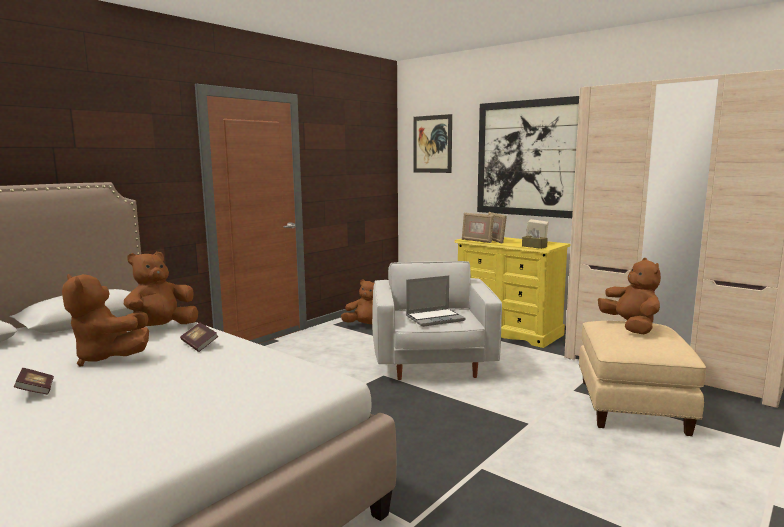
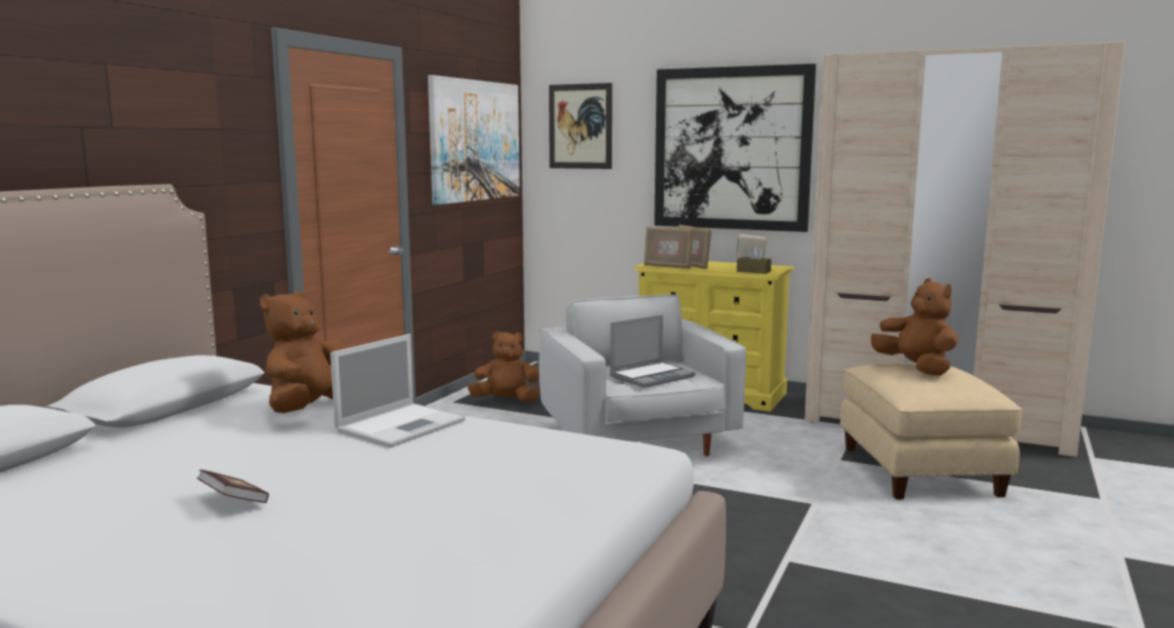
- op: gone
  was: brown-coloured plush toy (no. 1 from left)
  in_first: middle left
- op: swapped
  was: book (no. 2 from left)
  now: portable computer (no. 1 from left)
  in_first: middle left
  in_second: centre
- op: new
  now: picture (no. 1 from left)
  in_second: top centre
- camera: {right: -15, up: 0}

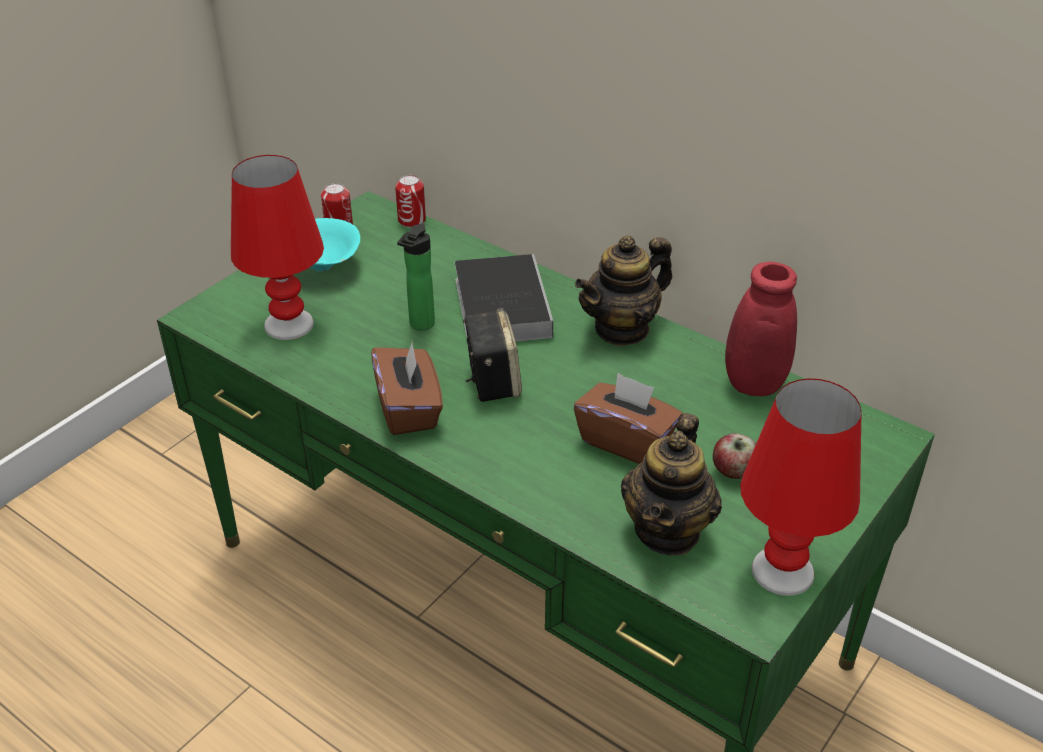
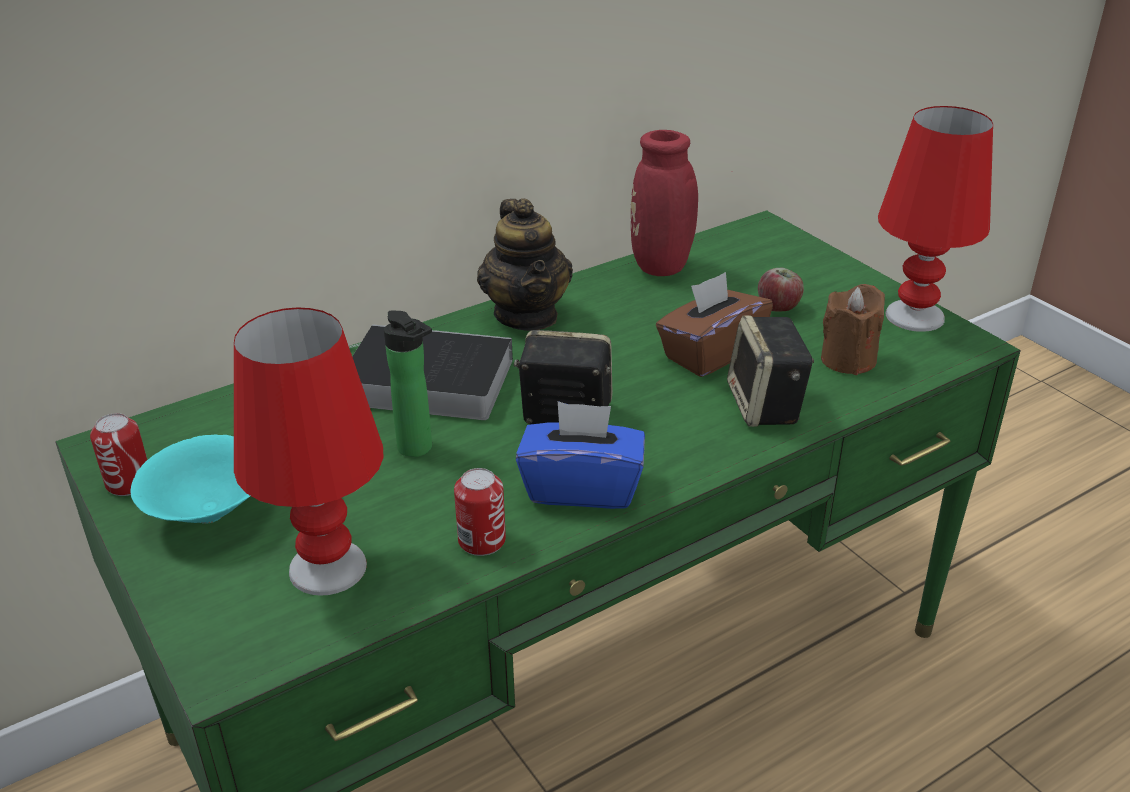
- op: shifted
  was: can (no. 2 from left)
  in_first: top centre
  in_second: centre
- op: repainted
  was: brown-coloured tissue holder (no. 1 from left)
  now: bluish tissue holder
  in_first: centre
  in_second: centre
- op: swapped
  was: teapot (no. 2 from left)
  now: brown-coloured candle
  in_first: centre
  in_second: middle right
- op: new
  now: loudspeaker (no. 2 from left)
  in_second: middle right
- camera: {right: -70, up: -5}

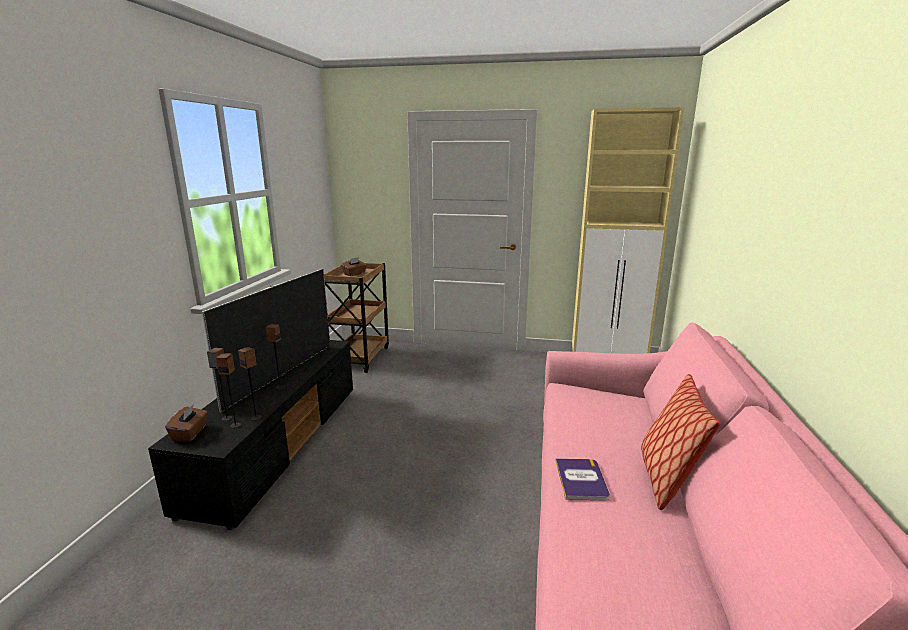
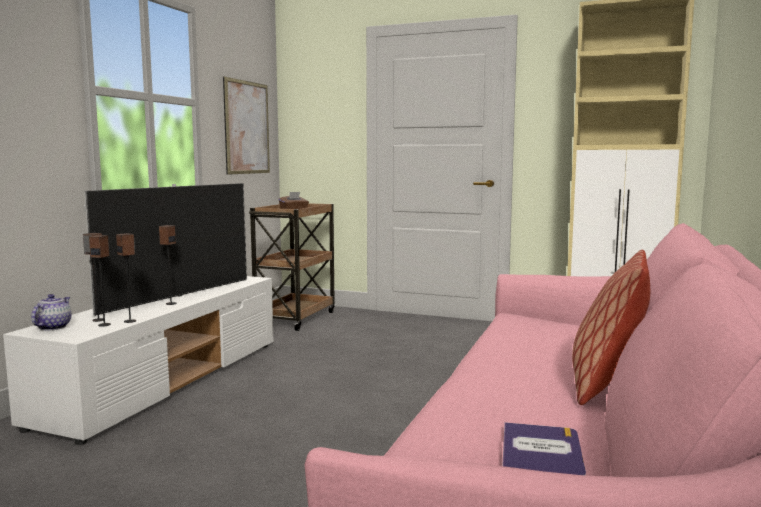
- op: repainted
  was: blackish tv unit
  now: white-coloured tv unit
  in_first: bottom left
  in_second: bottom left
- op: swapped
  was: brown-coloured tissue holder (no. 1 from left)
  now: teapot
  in_first: bottom left
  in_second: middle left
- op: shifted
  was: book
  in_first: bottom centre
  in_second: bottom right
- op: new
  now: picture
  in_second: top left
- camera: {right: 10, up: -10}

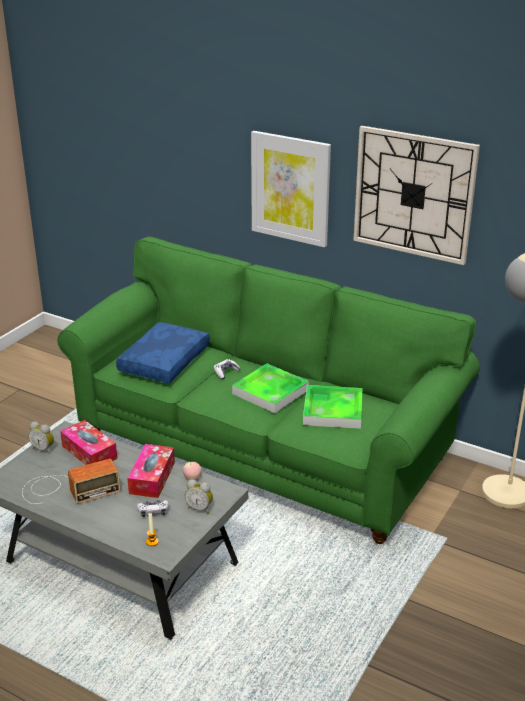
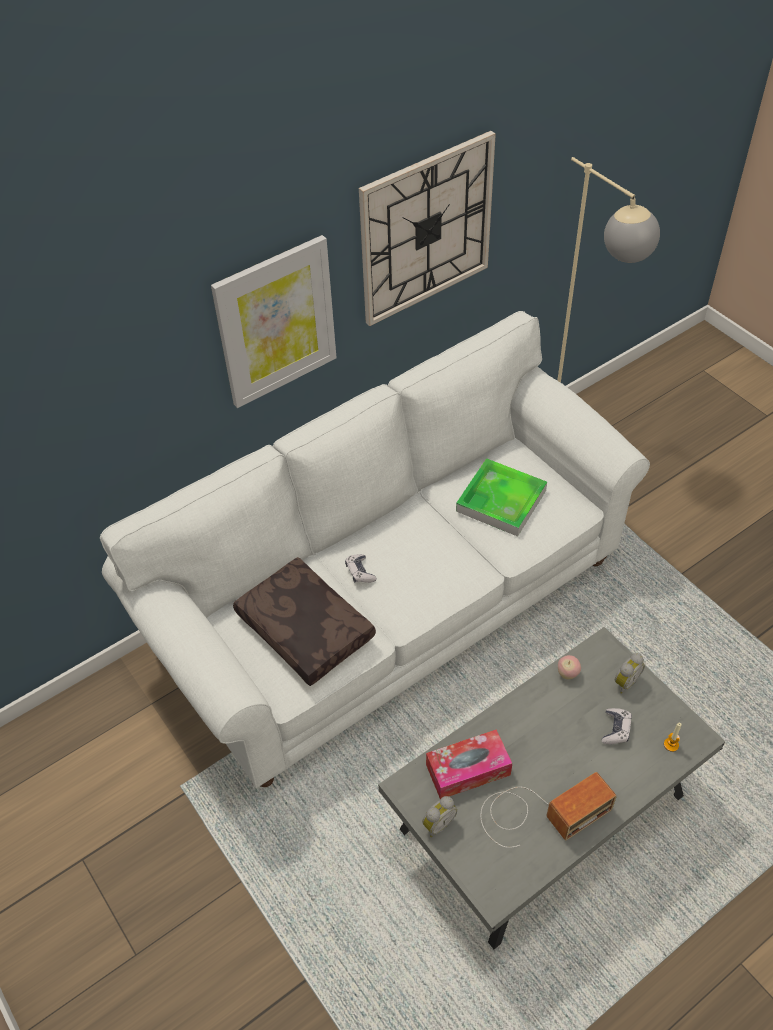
- op: repainted
  was: green-coloured settee
  now: white-coloured settee
  in_first: centre
  in_second: centre
- op: repainted
  was: bluish cushion
  now: brown-coloured cushion
  in_first: middle left
  in_second: centre
- op: gone
  was: serving tray (no. 1 from left)
  in_first: centre
- op: gone
  was: tissue holder (no. 2 from left)
  in_first: bottom left
- op: rotated
  was: radio
  in_first: bottom left
  in_second: bottom right
  clockwise: 60
- camera: {right: -65, up: 20}

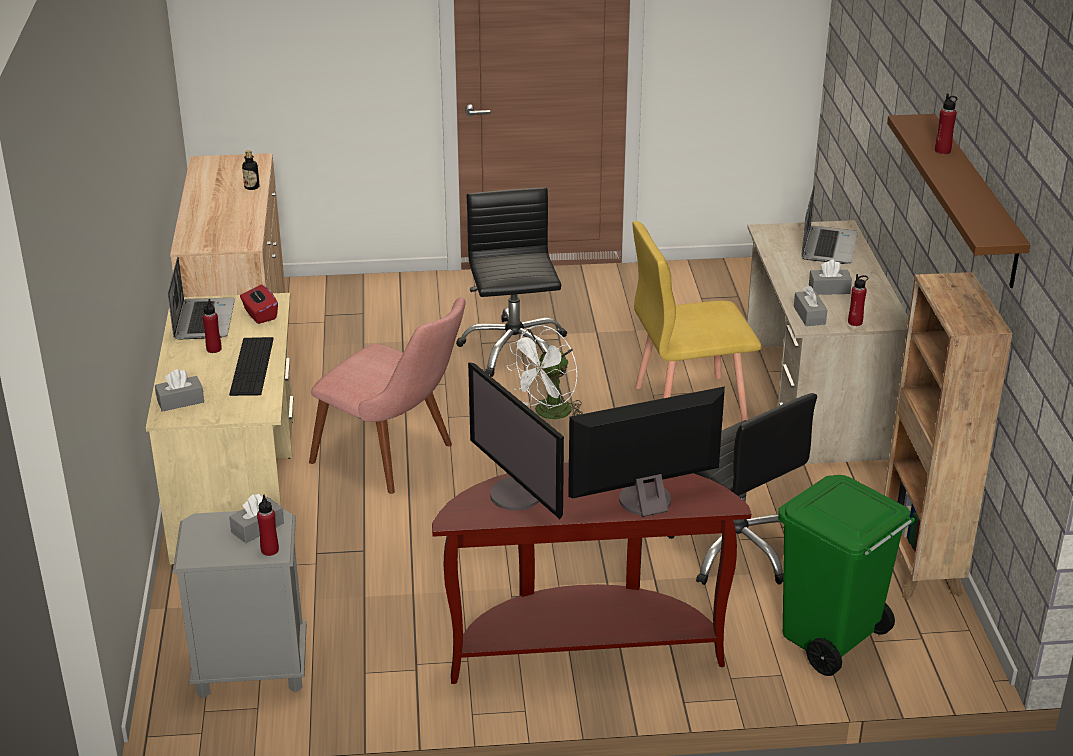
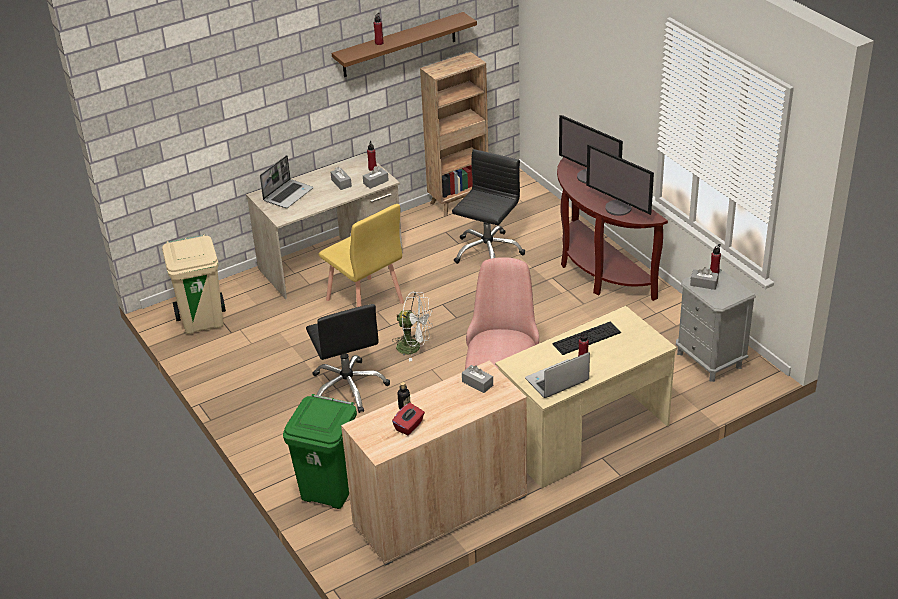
- op: rotated
  was: portable computer (no. 2 from left in the first image)
  in_first: top right
  in_second: top left
  clockwise: 135
- op: rotated
  was: blackish office chair (no. 1 from left)
  in_first: centre
  in_second: centre
  clockwise: -75
- op: shifted
  was: reddish tissue holder
  in_first: middle left
  in_second: bottom centre
- op: rotated
  was: computer display (no. 1 from left in the first image)
  in_first: centre
  in_second: top right
  clockwise: 105
- op: shifted
  was: grey tissue holder (no. 1 from left in the first image)
  now: grey tissue holder (no. 3 from left)
  in_first: middle left
  in_second: centre
- op: shifted
  was: green-coloured trash can
  in_first: bottom right
  in_second: bottom centre
- op: new
  now: sand-coloured trash can
  in_second: middle left
- camera: {right: -115, up: 5}

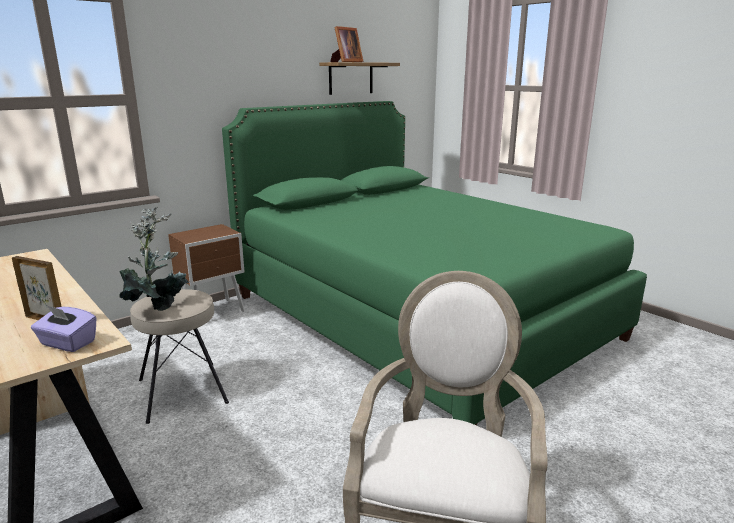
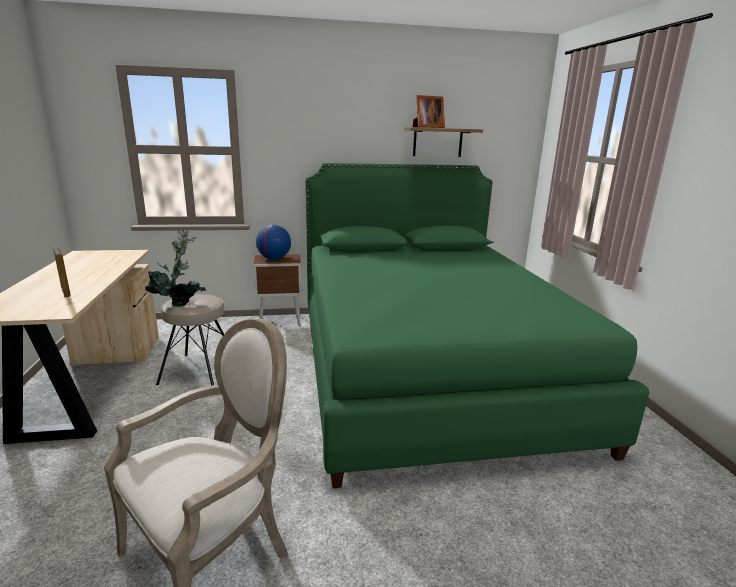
- op: gone
  was: purple-coloured tissue holder
  in_first: middle left
- op: new
  now: desk globe
  in_second: centre
- camera: {right: 30, up: 0}

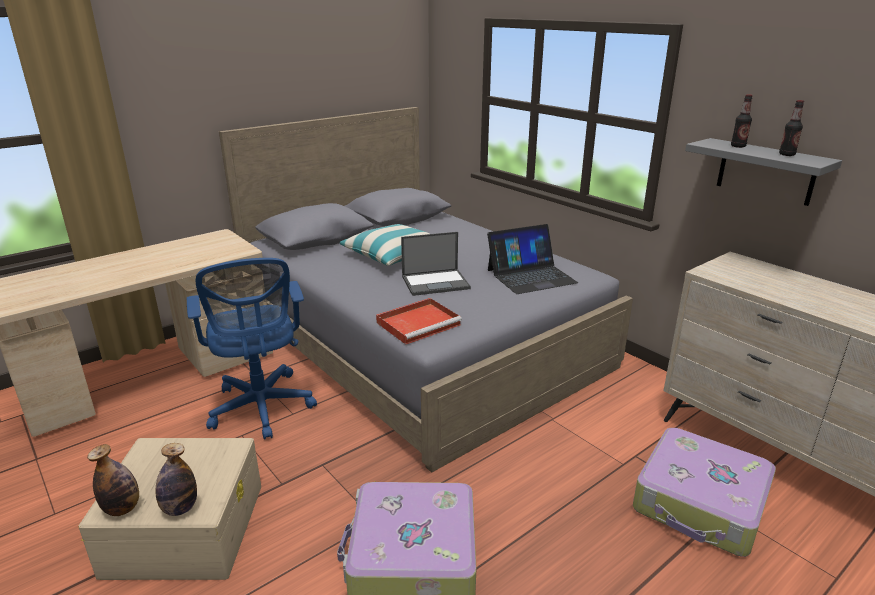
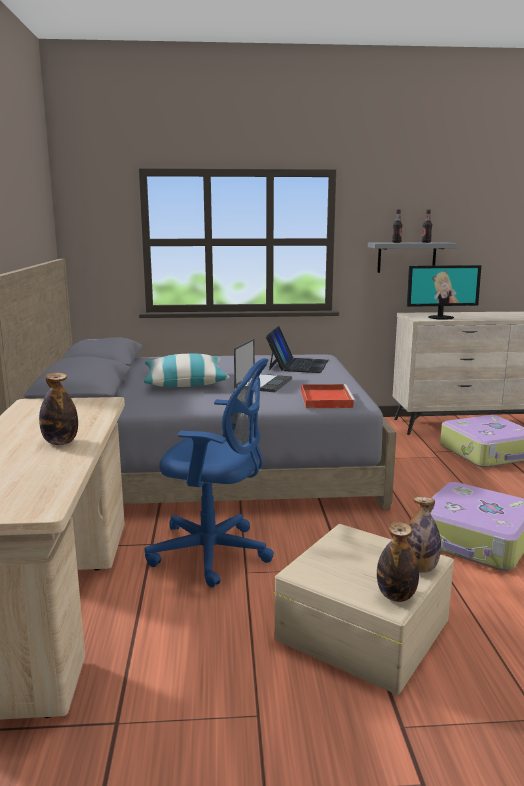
- op: new
  now: computer display
  in_second: middle right
- op: new
  now: drink bottle (no. 1 from left)
  in_second: middle left
- camera: {right: -55, up: -10}

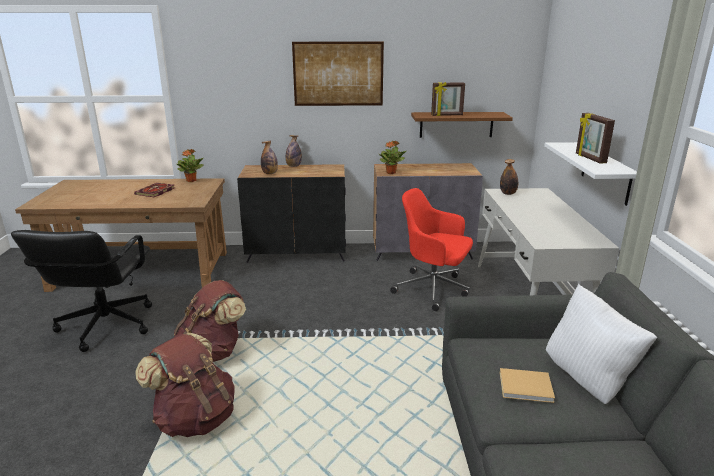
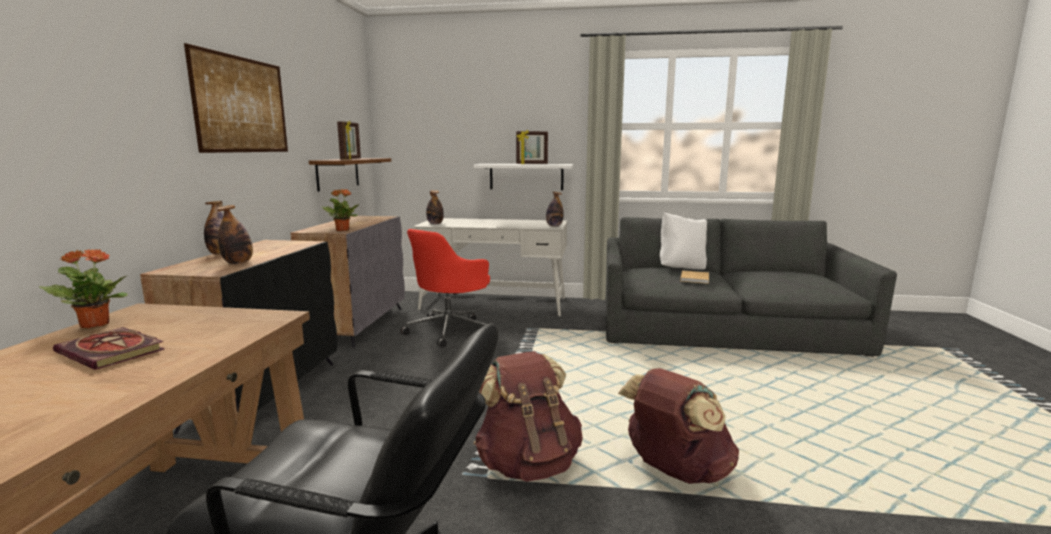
- op: new
  now: drink bottle (no. 4 from left)
  in_second: centre
- camera: {right: -80, up: -10}

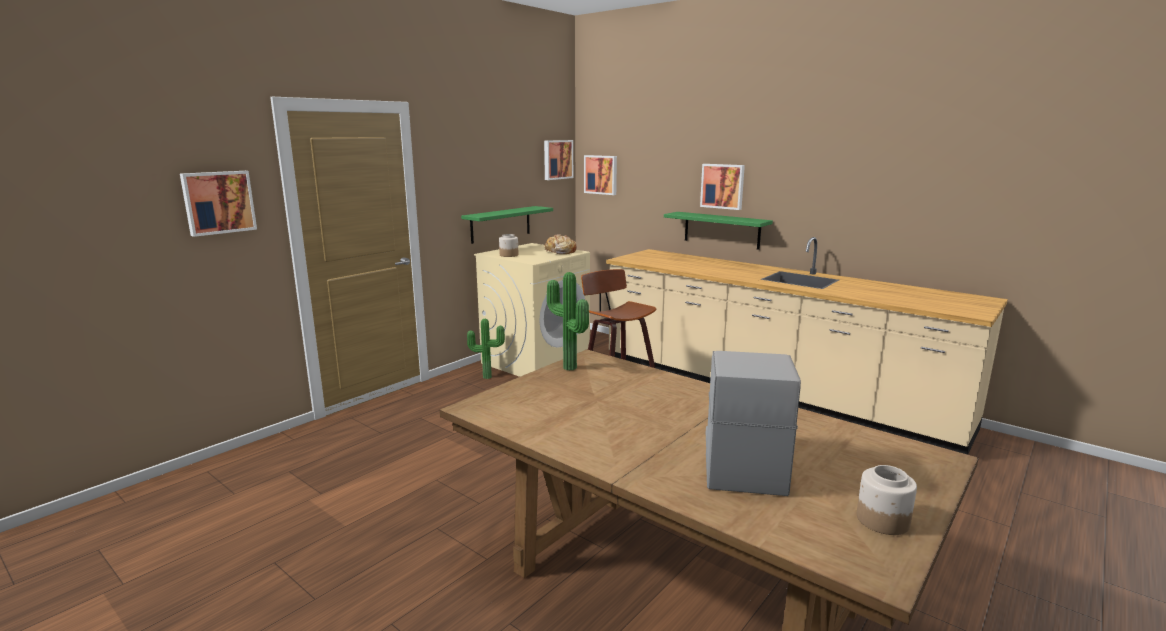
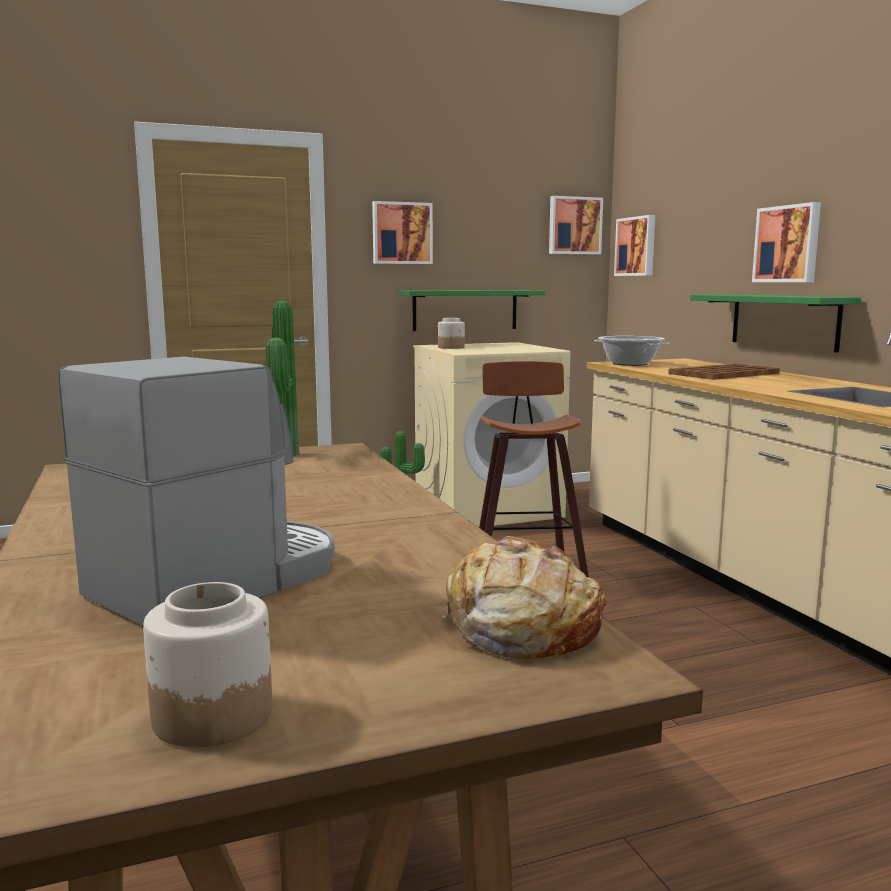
- op: shifted
  was: picture (no. 1 from left)
  in_first: top left
  in_second: top centre
- op: shifted
  was: bread
  in_first: centre
  in_second: bottom centre
- op: new
  now: cooking pot
  in_second: middle right
- op: new
  now: brown-coloured serving tray
  in_second: middle right
- camera: {right: 30, up: -5}

